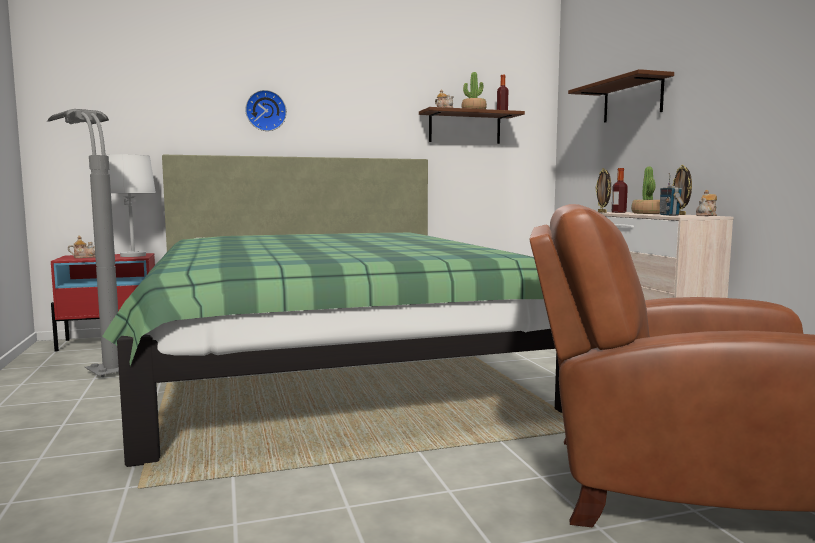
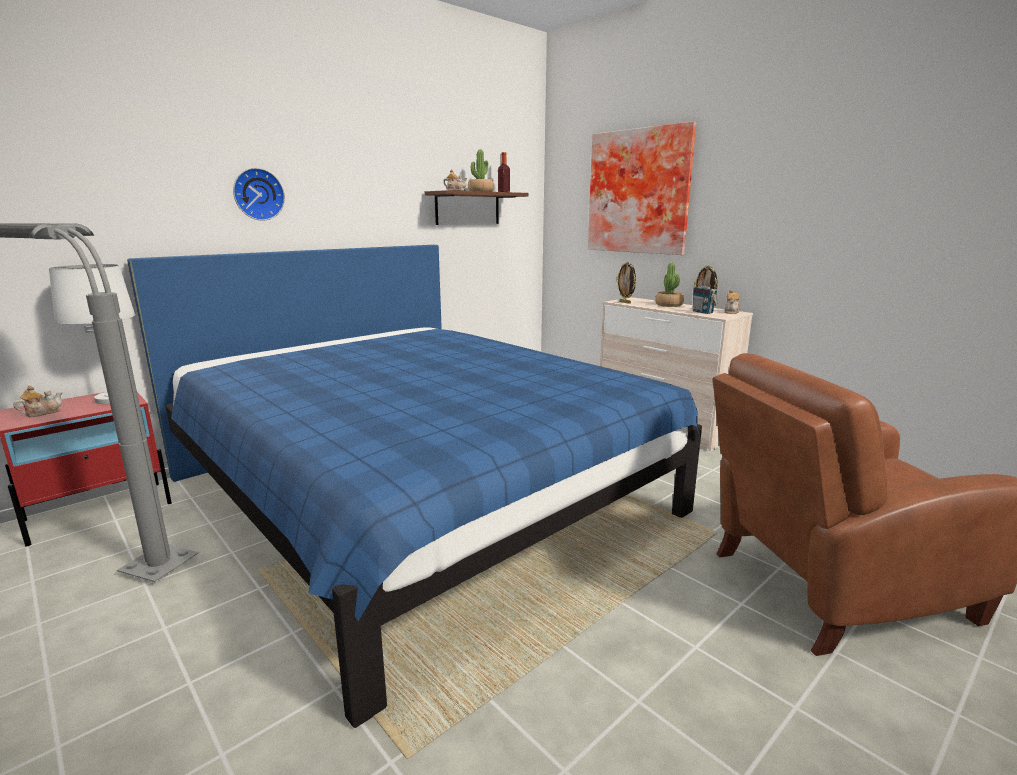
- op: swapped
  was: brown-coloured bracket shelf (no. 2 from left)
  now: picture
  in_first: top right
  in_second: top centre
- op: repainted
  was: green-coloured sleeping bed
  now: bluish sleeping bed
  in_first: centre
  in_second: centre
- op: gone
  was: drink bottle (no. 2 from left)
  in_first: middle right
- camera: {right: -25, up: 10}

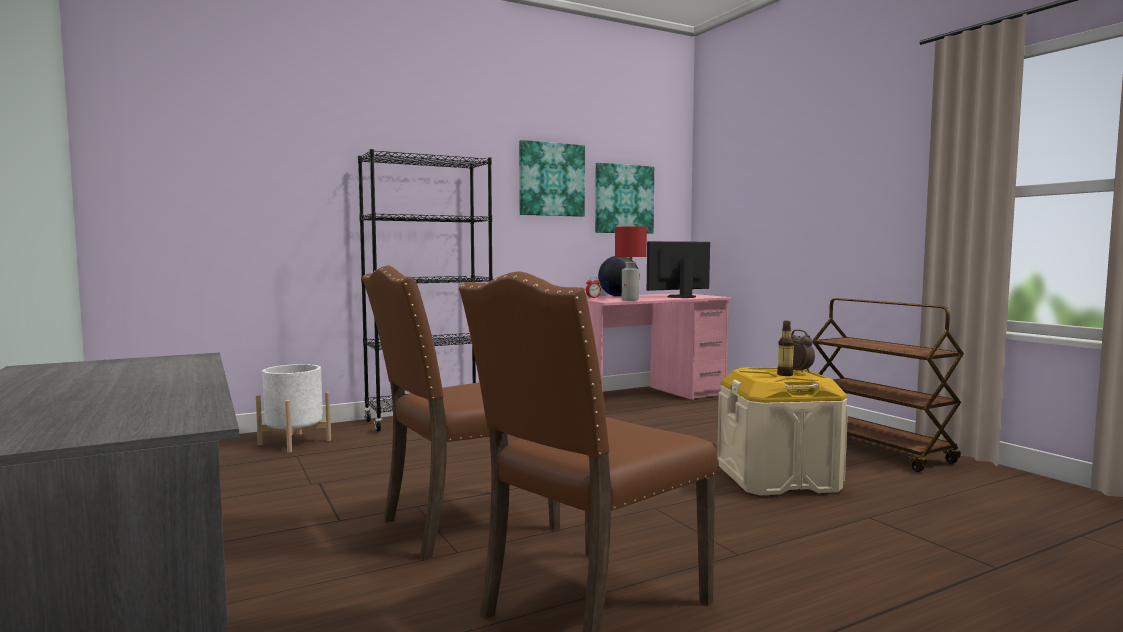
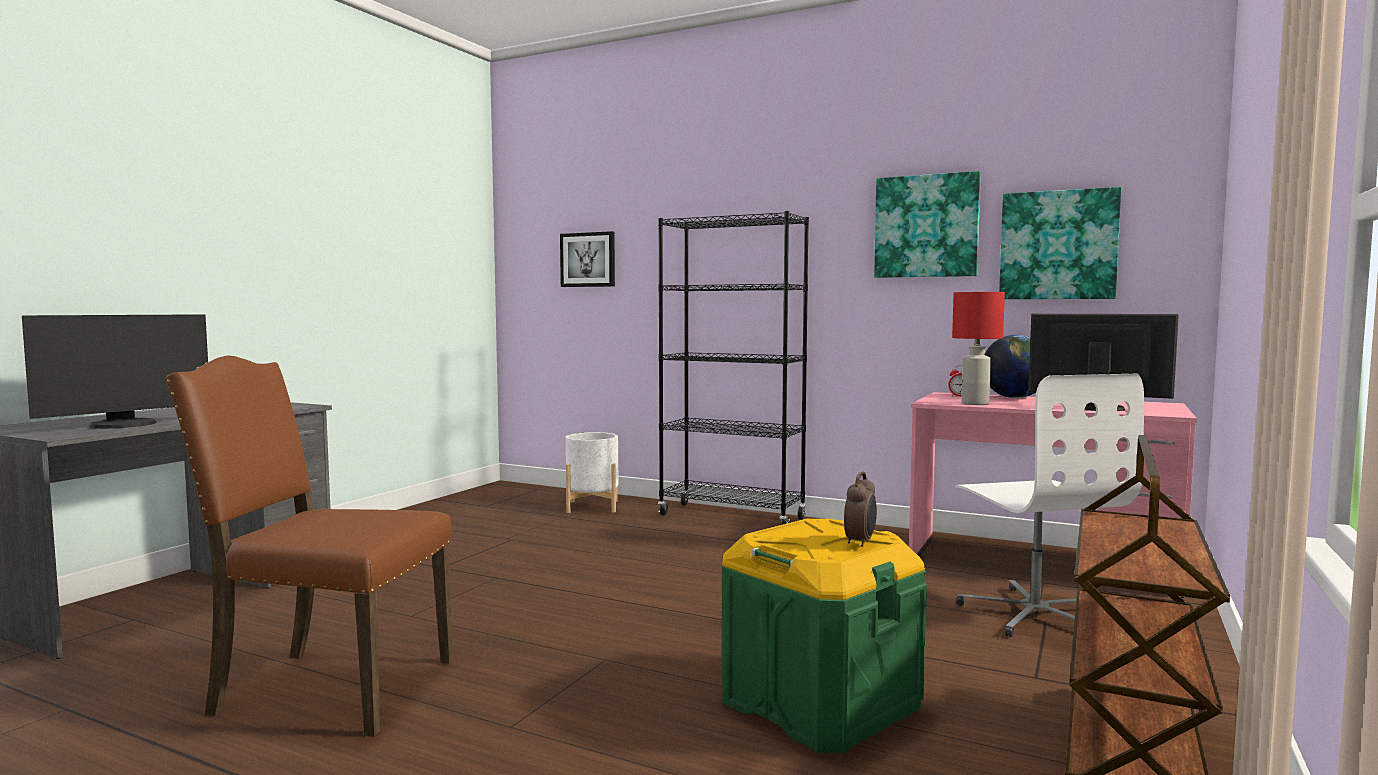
- op: gone
  was: brown-coloured chair (no. 1 from left)
  in_first: centre
- op: gone
  was: drink bottle
  in_first: middle right
- op: repainted
  was: sand-coloured storage box
  now: green-coloured storage box
  in_first: bottom right
  in_second: bottom centre
- op: new
  now: picture (no. 1 from left)
  in_second: centre
- op: new
  now: computer display (no. 1 from left)
  in_second: middle left
- op: new
  now: white-coloured office chair
  in_second: middle right
- camera: {right: 55, up: 0}

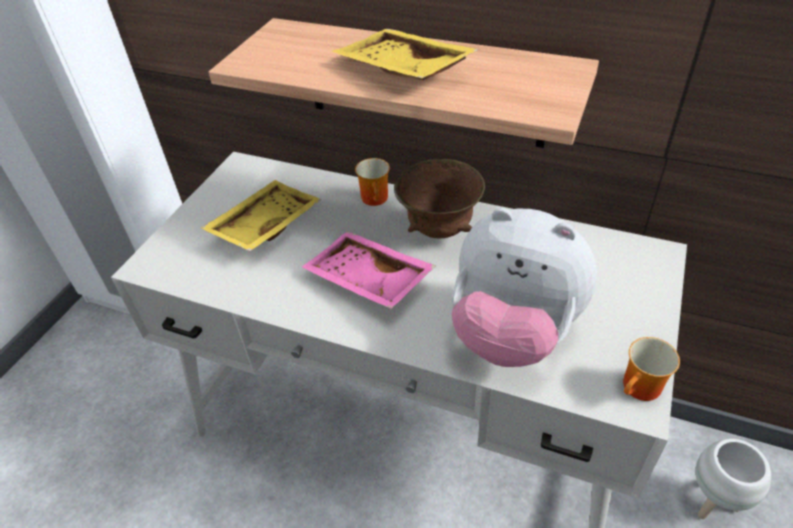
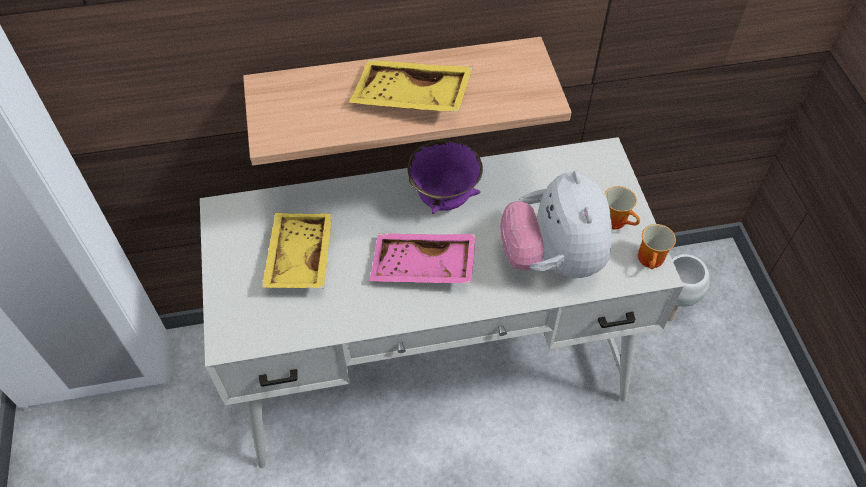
- op: shifted
  was: mug (no. 1 from left)
  in_first: centre
  in_second: middle right
- op: repainted
  was: brown-coloured bowl
  now: purple-coloured bowl
  in_first: centre
  in_second: centre
- op: rotated
  was: plush toy
  in_first: centre
  in_second: centre
  clockwise: 90
- camera: {right: -35, up: 10}

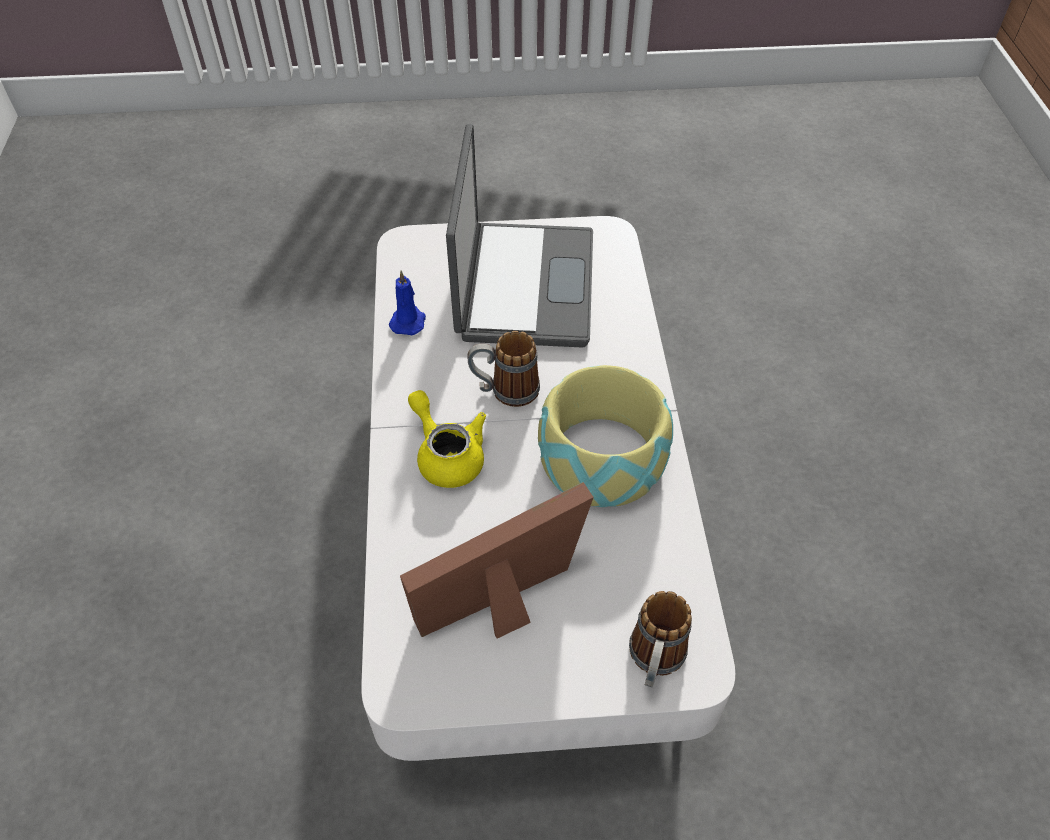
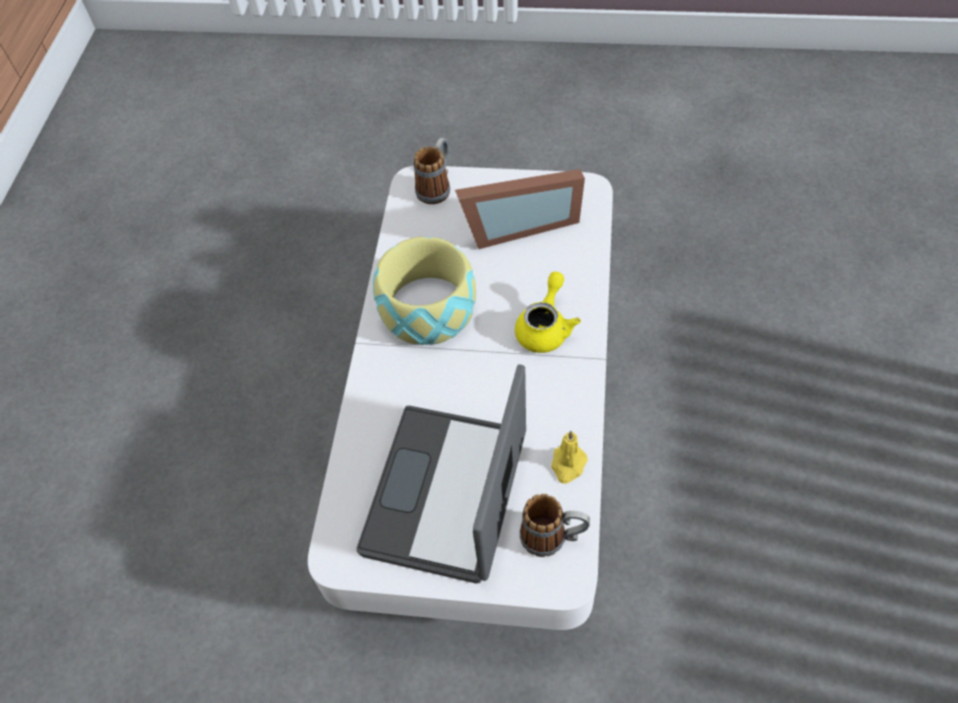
- op: repainted
  was: bluish candle
  now: yellowish candle
  in_first: centre
  in_second: centre
- op: shifted
  was: mug (no. 1 from left in the first image)
  now: mug (no. 2 from left)
  in_first: centre
  in_second: bottom centre
- op: rotated
  was: yellowish teapot
  in_first: centre
  in_second: centre
  clockwise: -135
- camera: {right: -165, up: 5}

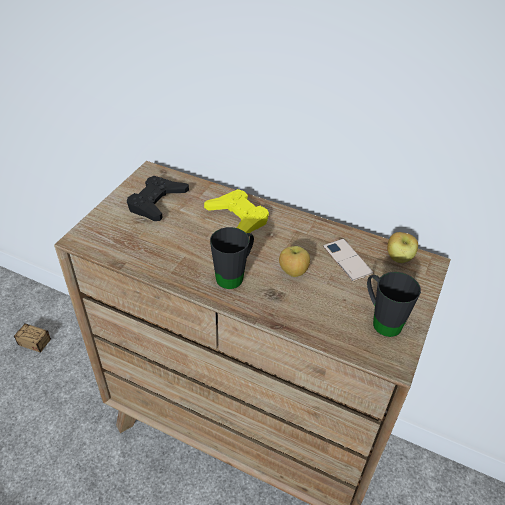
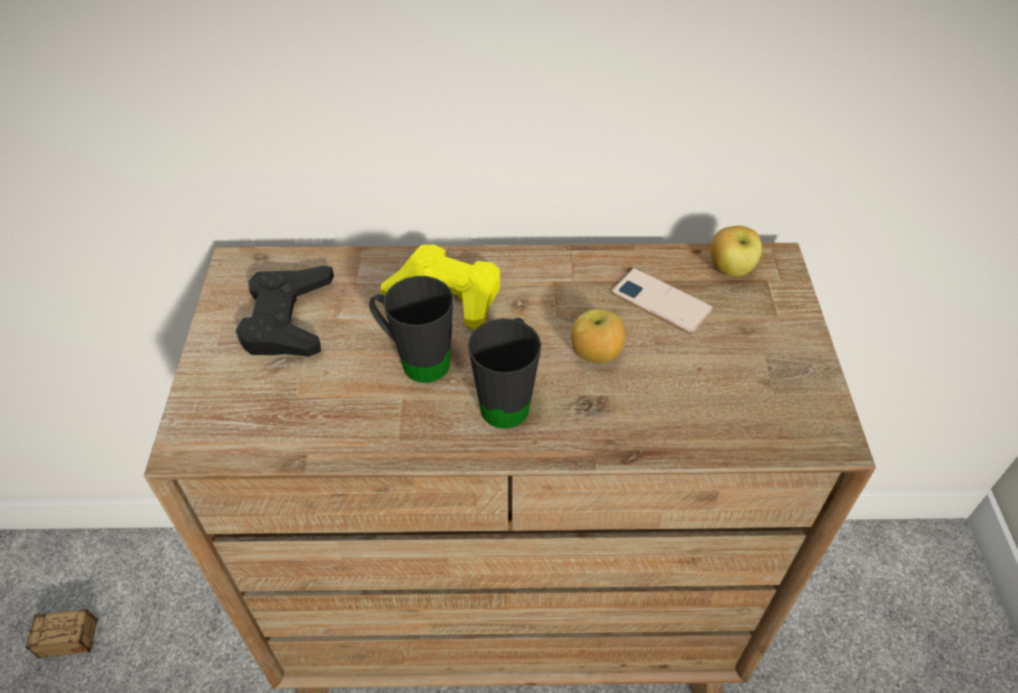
- op: shifted
  was: blackish mug (no. 2 from left in the first image)
  now: blackish mug (no. 1 from left)
  in_first: middle right
  in_second: centre
- camera: {right: -25, up: 5}

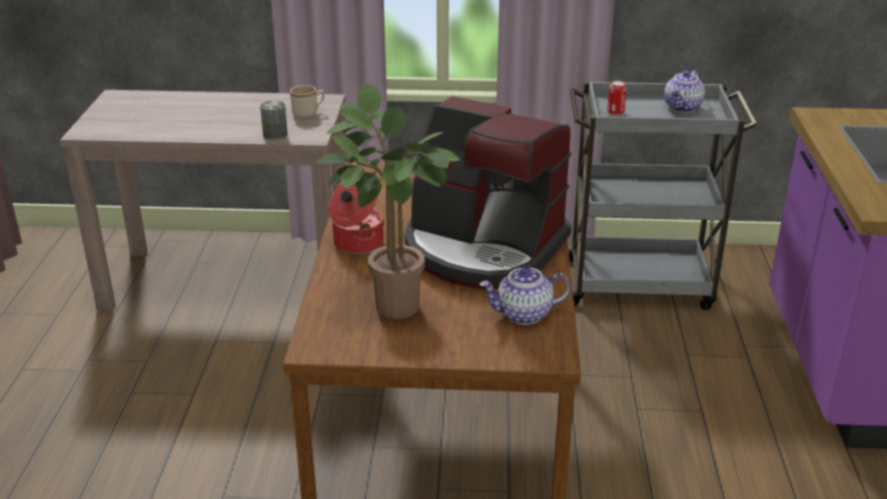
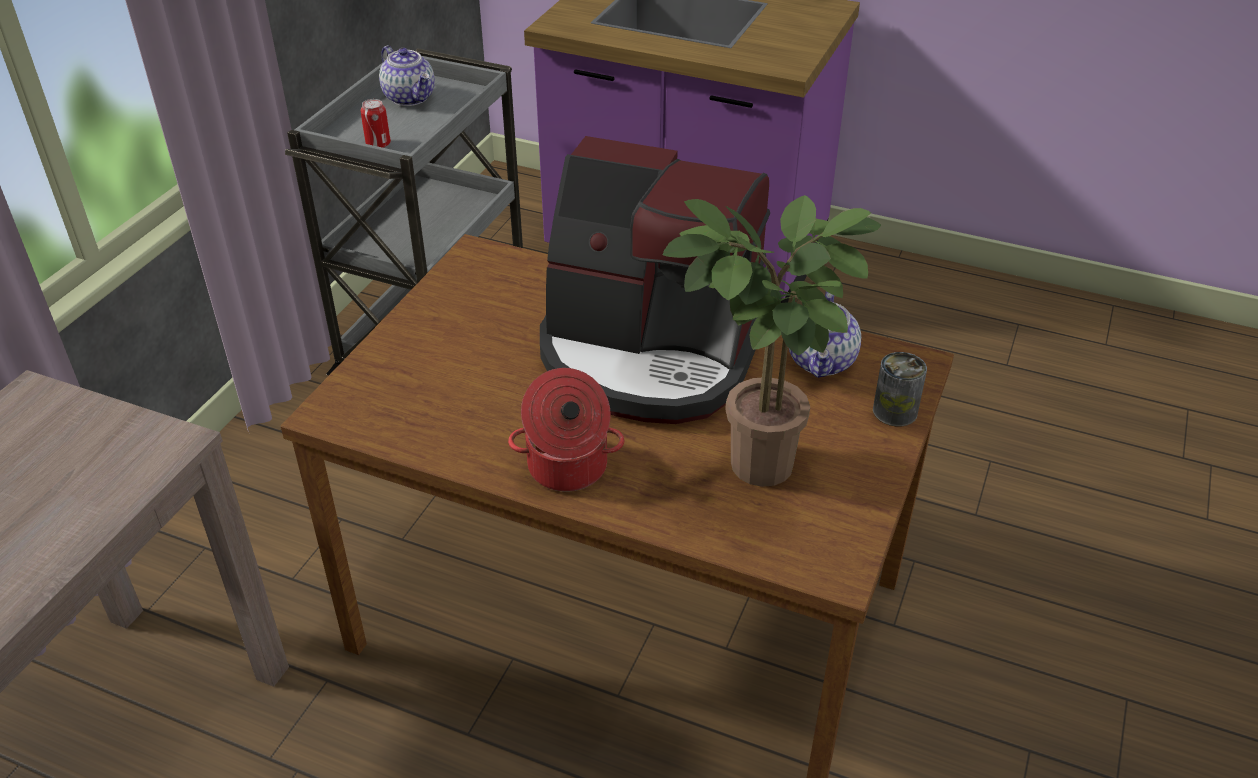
- op: gone
  was: sand-coloured mug
  in_first: top centre
- op: rotated
  was: coffee maker
  in_first: centre
  in_second: centre
  clockwise: 60
- op: shifted
  was: can (no. 1 from left in the first image)
  now: can (no. 2 from left)
  in_first: top left
  in_second: middle right
- camera: {right: -70, up: 10}

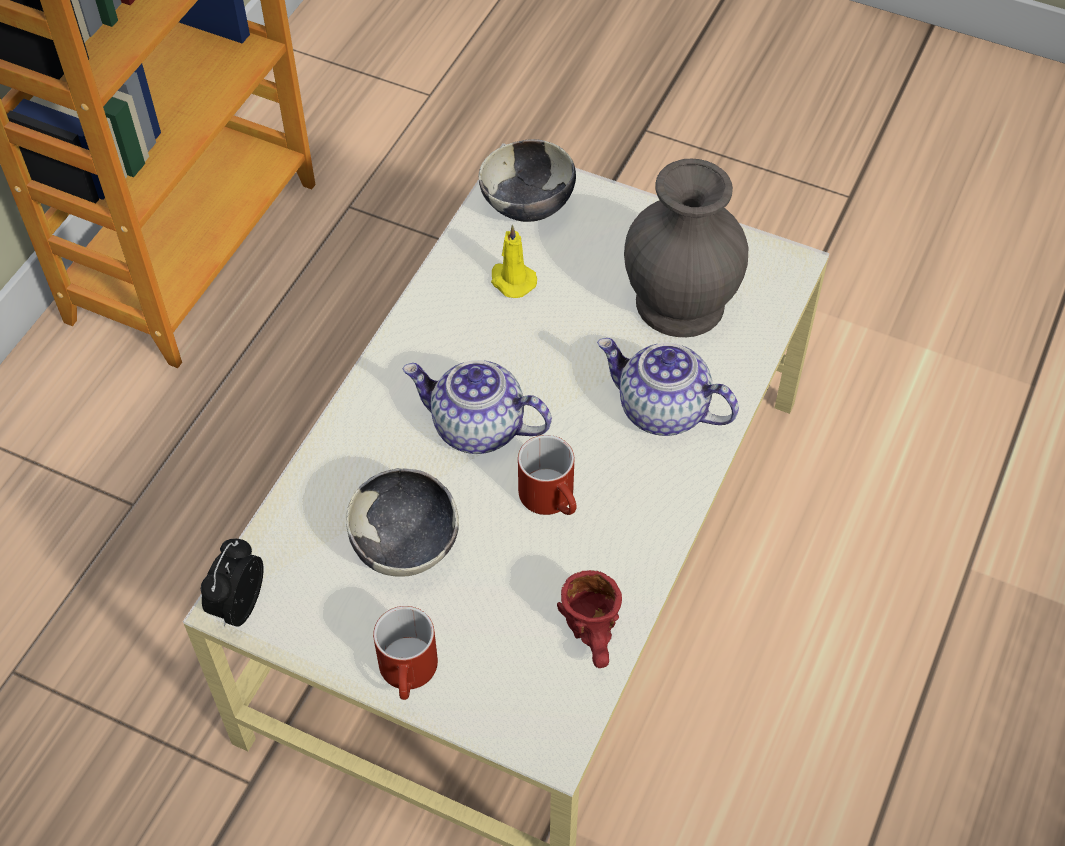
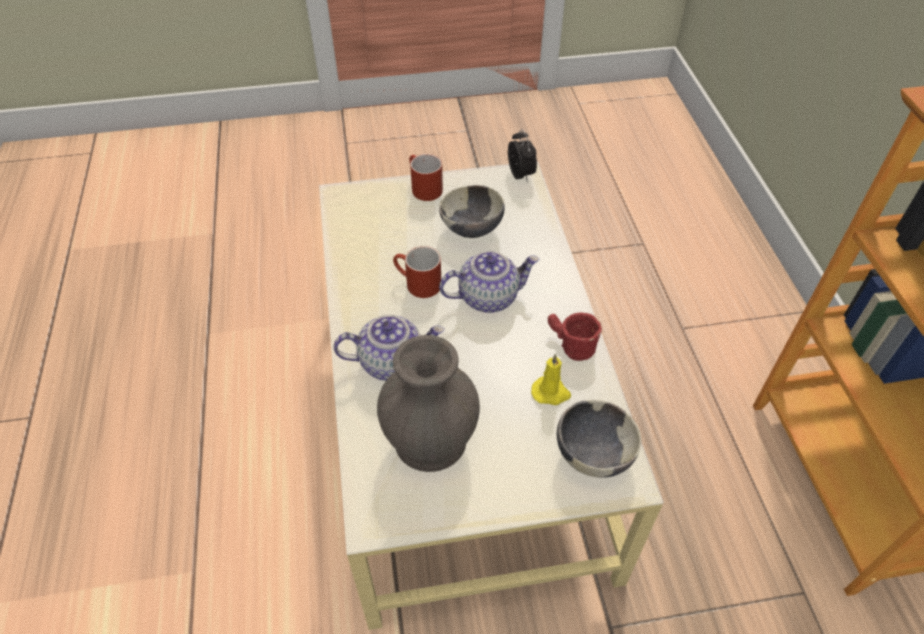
- op: shifted
  was: reddish mug (no. 3 from left)
  in_first: bottom centre
  in_second: centre
- camera: {right: 145, up: -5}

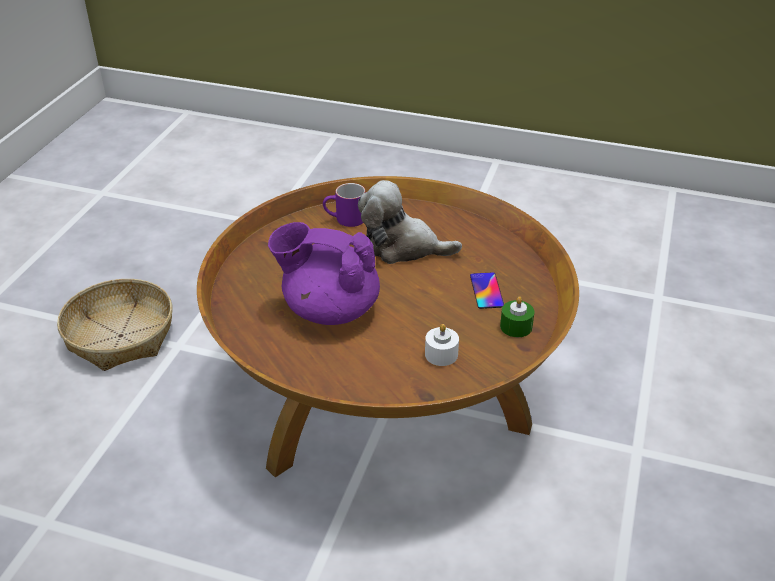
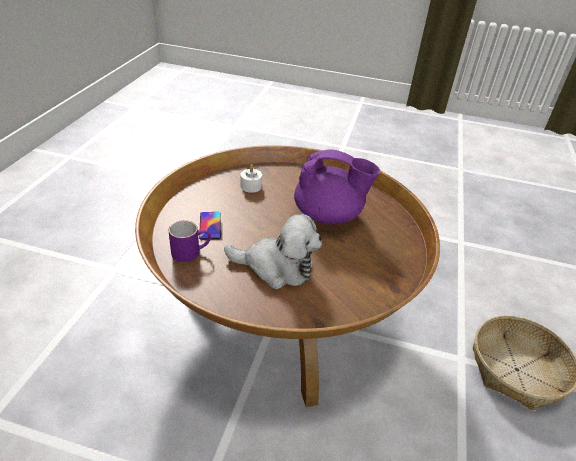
- op: shifted
  was: purple-coloured mug
  in_first: centre
  in_second: middle left
- op: gone
  was: green-coloured candle
  in_first: middle right
- camera: {right: 175, up: 0}

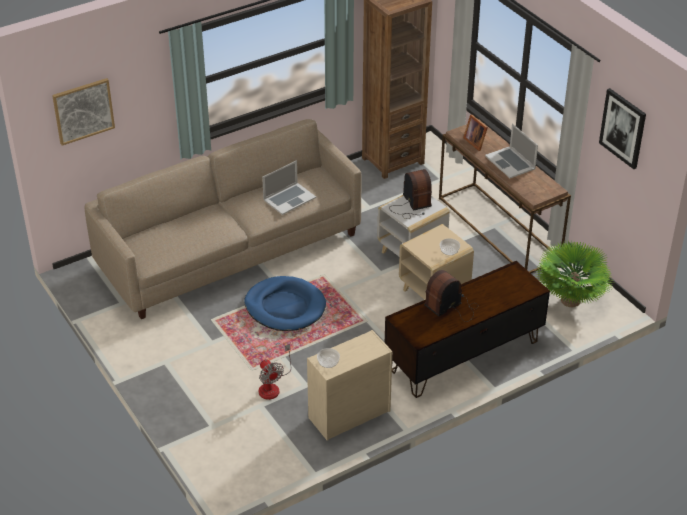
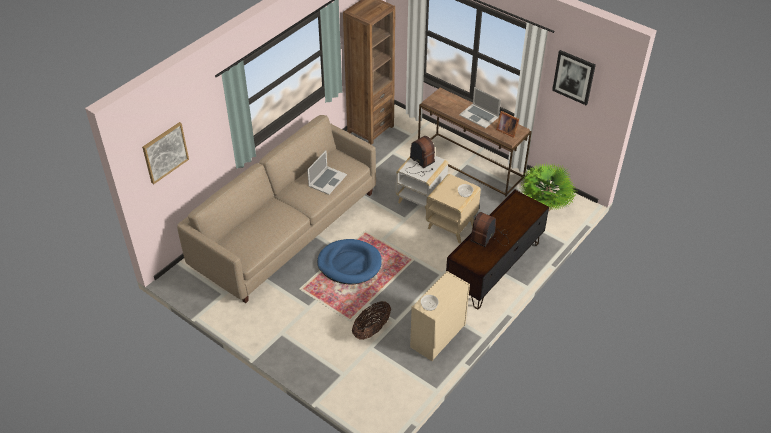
- op: shifted
  was: standing frame
  in_first: top right
  in_second: top centre
- op: swapped
  was: cooling fan
  now: household basket
  in_first: bottom centre
  in_second: bottom centre
- camera: {right: -20, up: 5}

